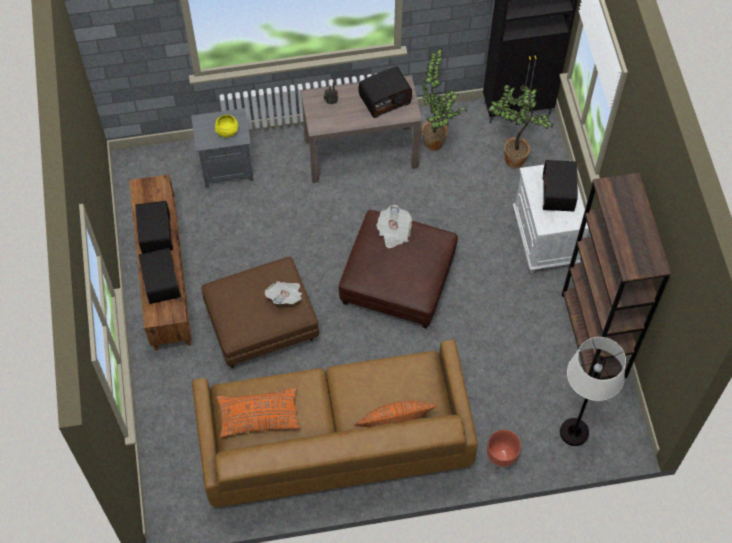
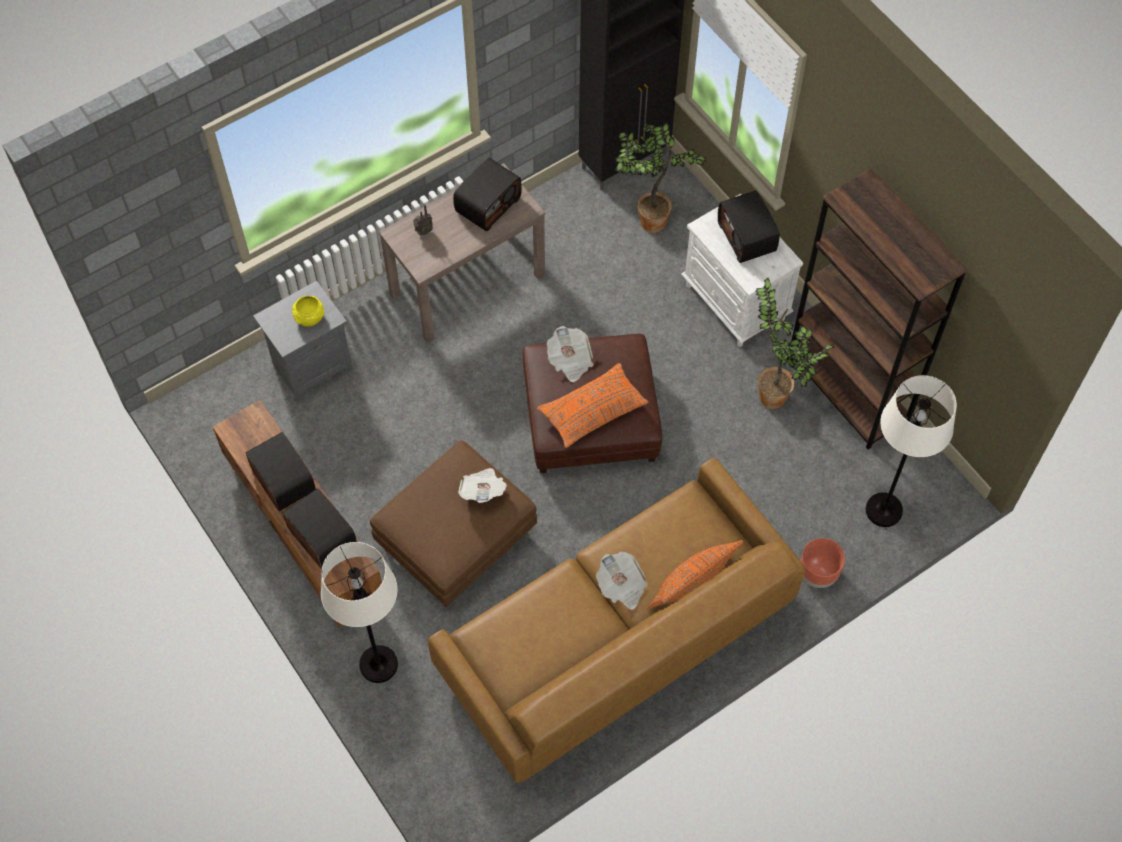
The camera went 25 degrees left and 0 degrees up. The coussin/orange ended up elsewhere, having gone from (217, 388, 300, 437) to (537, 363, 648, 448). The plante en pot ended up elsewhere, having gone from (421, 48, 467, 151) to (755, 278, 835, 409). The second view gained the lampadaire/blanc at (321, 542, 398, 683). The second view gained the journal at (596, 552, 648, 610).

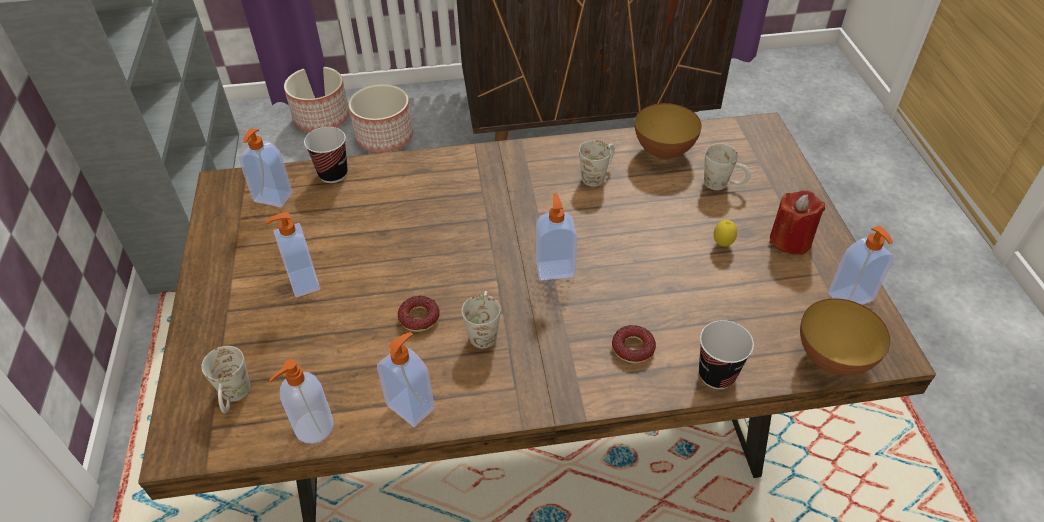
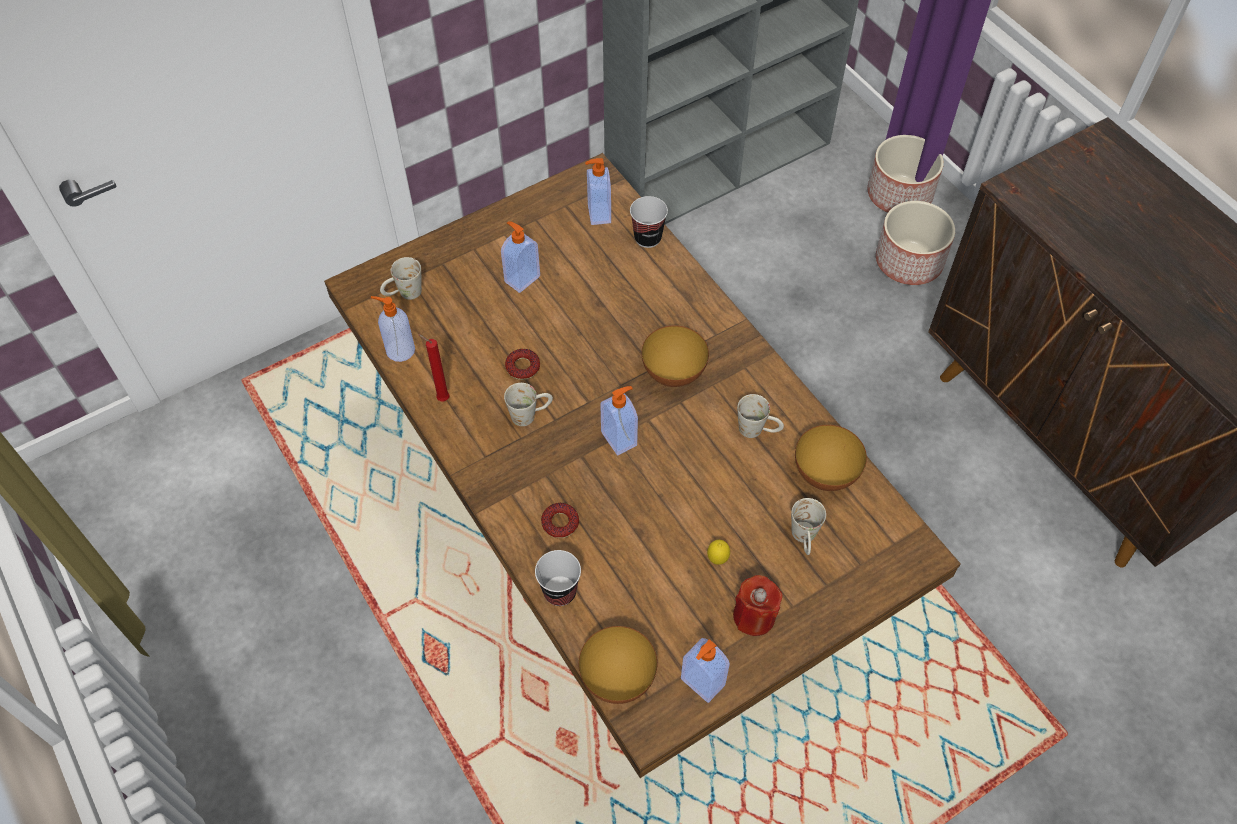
The camera went 65 degrees right and 10 degrees up. Where the distributeur de savon stood at (377, 332, 435, 427), the bougie/rouge came to stand at (418, 334, 449, 401). The second view gained the bol at (642, 325, 709, 387).

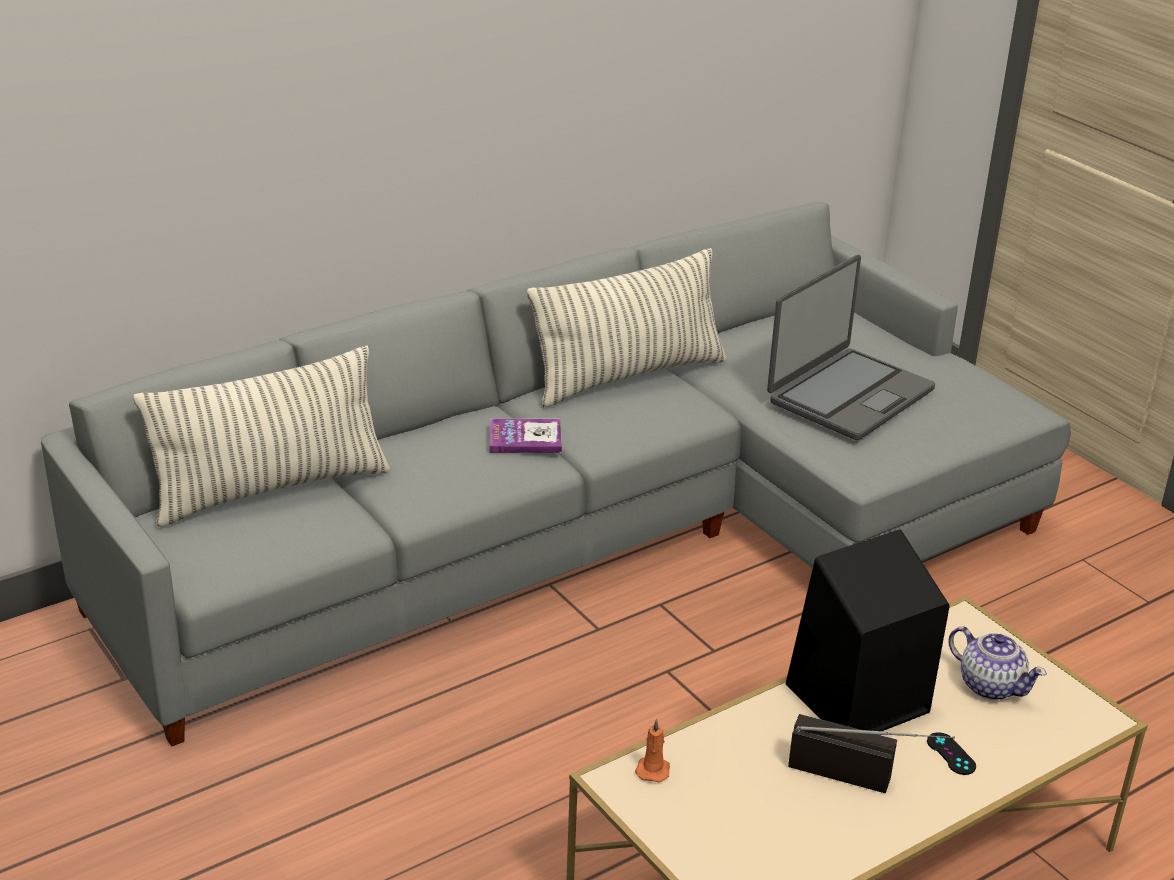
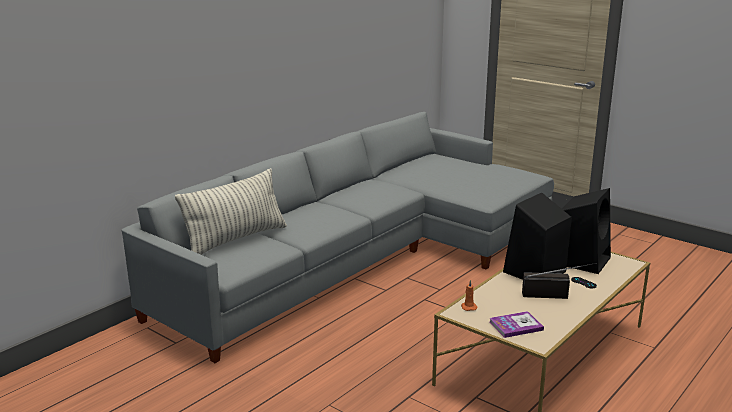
The camera went 15 degrees left and 10 degrees down. The livre ended up elsewhere, having gone from (489, 419, 562, 453) to (490, 311, 544, 338). The second view lost the coussin at (527, 248, 727, 407). The second view lost the ordinateur portable at (767, 255, 935, 440). Where the théière stood at (948, 626, 1047, 700), the enceinte/noir came to stand at (562, 188, 611, 274).

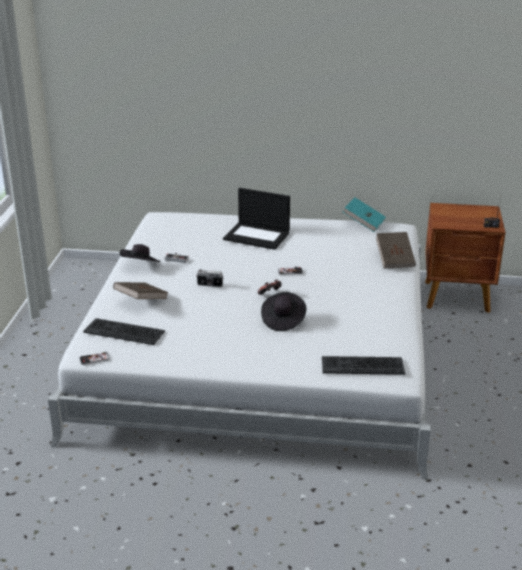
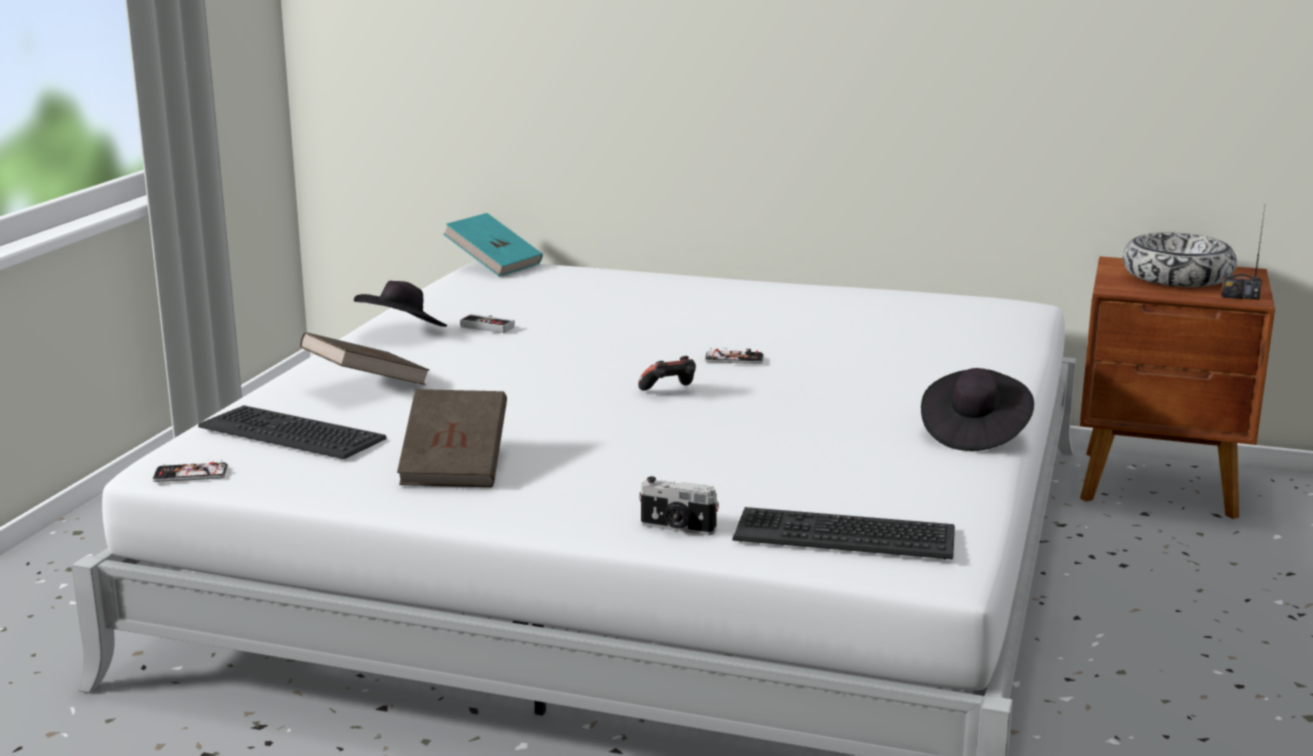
The camera went 10 degrees right and 10 degrees down. The appareil photo ended up elsewhere, having gone from (196, 269, 223, 287) to (639, 476, 719, 535). The second view lost the ordinateur portable at (223, 188, 290, 250). The chapeau/noir ended up elsewhere, having gone from (261, 292, 306, 331) to (921, 368, 1034, 451). The livre/turquoise ended up elsewhere, having gone from (343, 198, 386, 232) to (443, 213, 543, 277). The livre/marron ended up elsewhere, having gone from (376, 232, 416, 268) to (397, 389, 507, 487). The second view gained the bol at (1123, 233, 1237, 287).

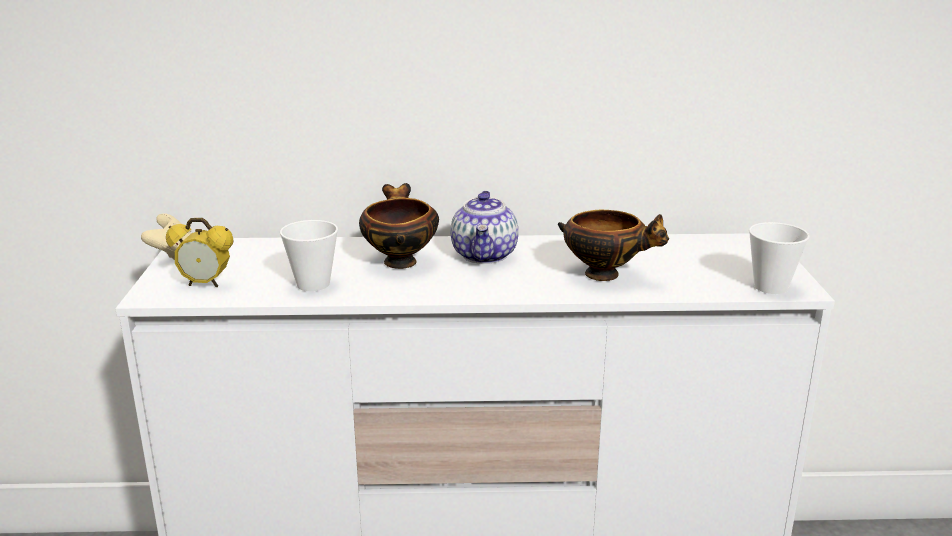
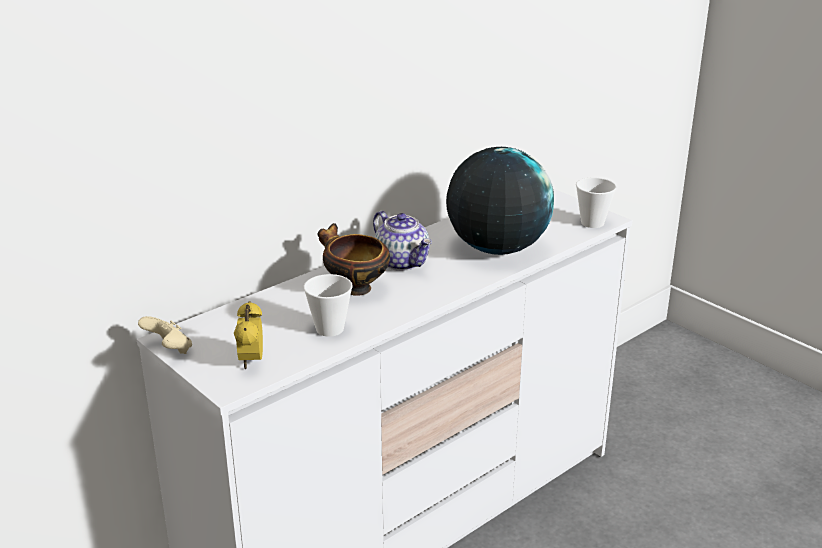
The camera went 40 degrees left and 5 degrees up. The réveil at (166, 218, 233, 287) ended up facing another way, 120 degrees clockwise from before. Where the bol stood at (558, 210, 669, 281), the globe came to stand at (446, 147, 554, 255).

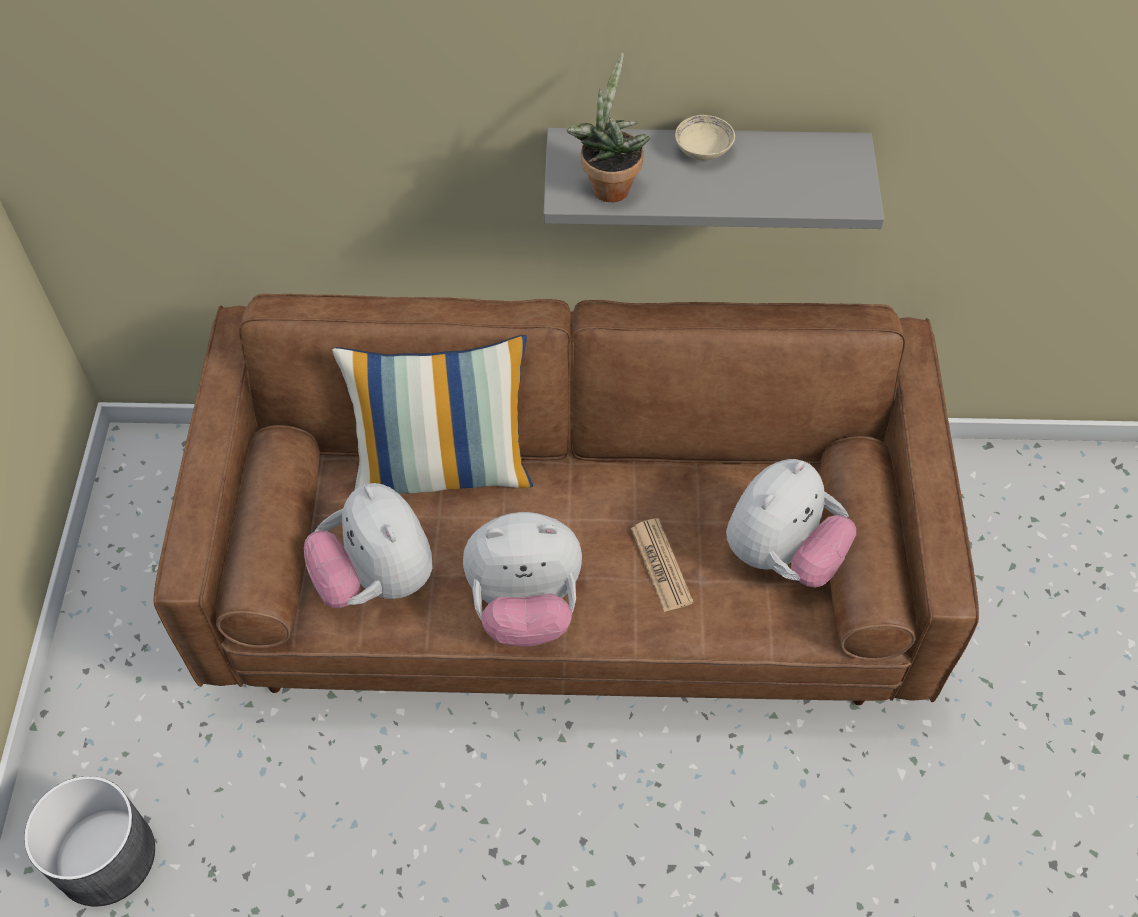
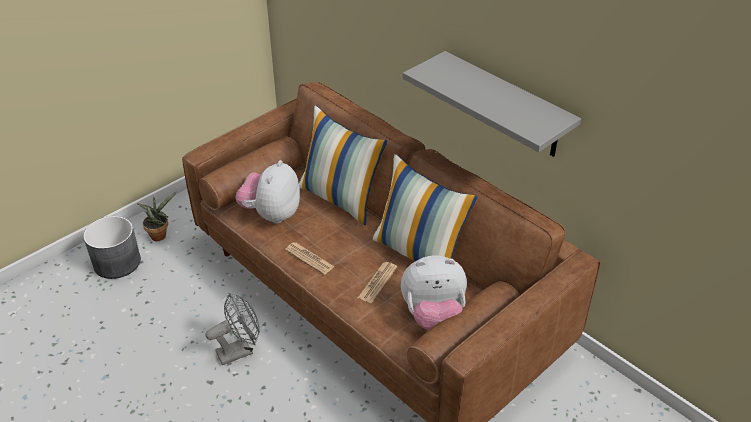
The camera went 45 degrees right and 15 degrees down. Where the peluche stood at (463, 512, 582, 647), the journal came to stand at (285, 242, 335, 275). The plante en pot ended up elsewhere, having gone from (567, 53, 650, 202) to (137, 191, 177, 241). The second view lost the bol/beige at (675, 115, 735, 161). The second view gained the ventilateur/gris at (206, 293, 260, 365). The second view gained the coussin at (373, 154, 478, 261).

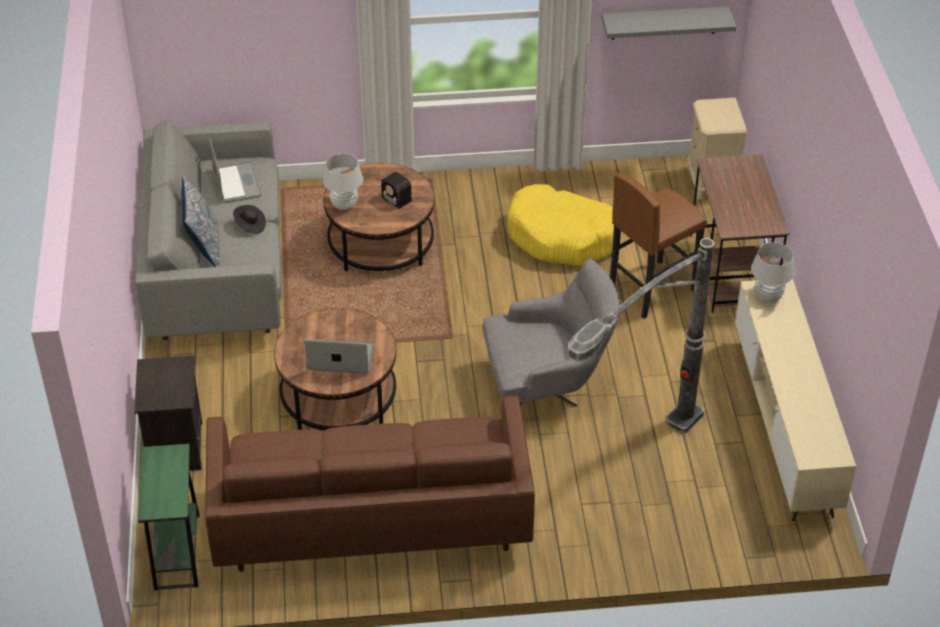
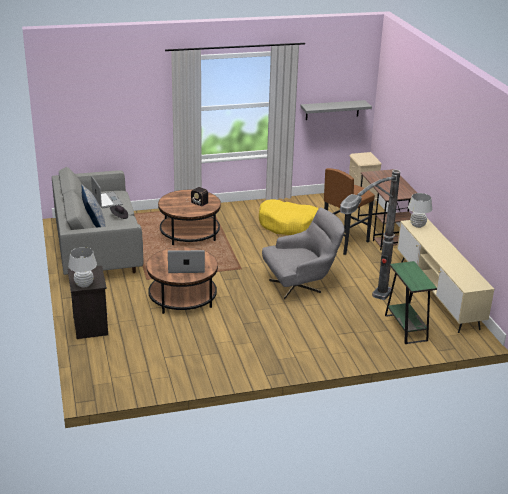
The camera went 10 degrees left and 15 degrees down. The table d'appoint/vert ended up elsewhere, having gone from (138, 444, 200, 590) to (385, 261, 437, 344). The second view lost the canapé/marron at (205, 396, 535, 572). The lampe de table/blanc ended up elsewhere, having gone from (322, 154, 363, 210) to (68, 247, 97, 287).

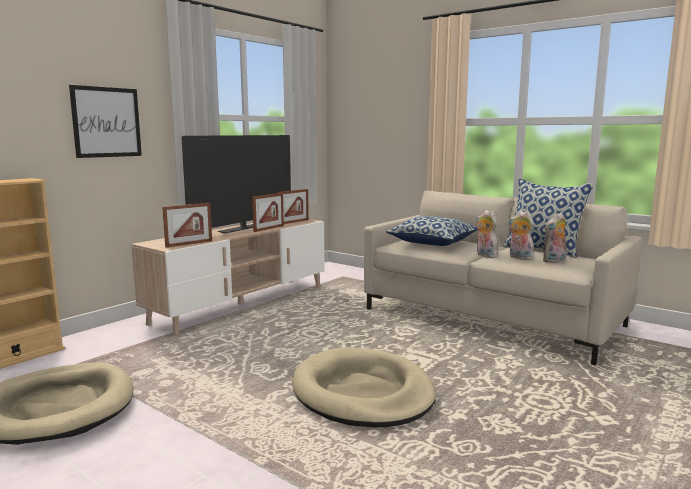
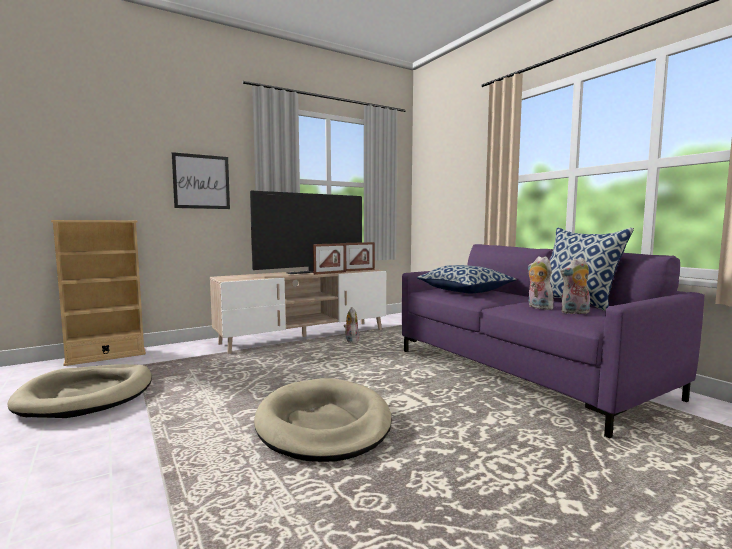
The camera went 20 degrees right and 5 degrees down. The second view lost the cadre photo at (162, 203, 212, 248). What was the canapé/beige at (364, 191, 642, 366) turned into the canapé/violet at (402, 244, 705, 438). The peluche ended up elsewhere, having gone from (477, 210, 498, 258) to (344, 307, 359, 343).

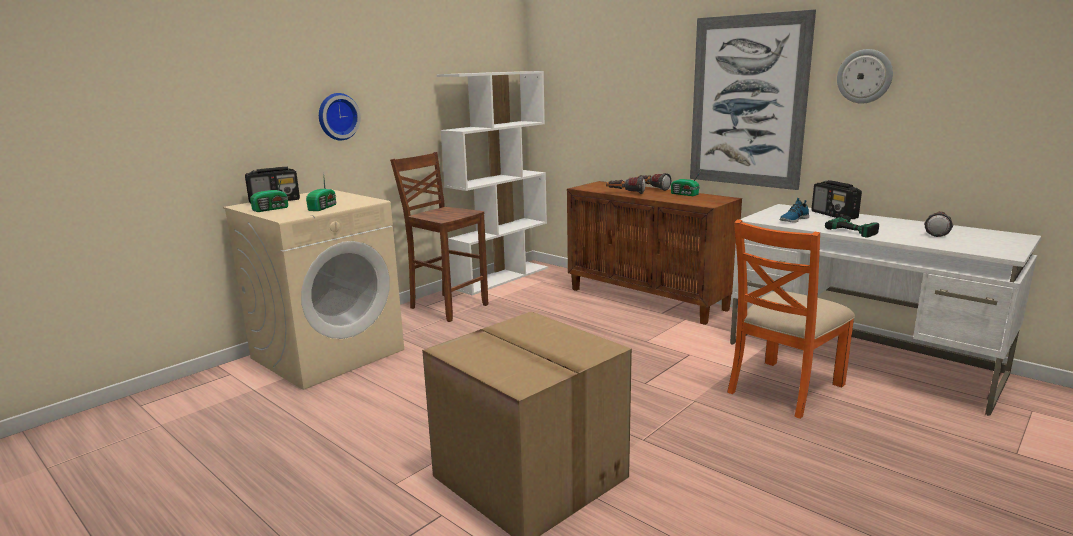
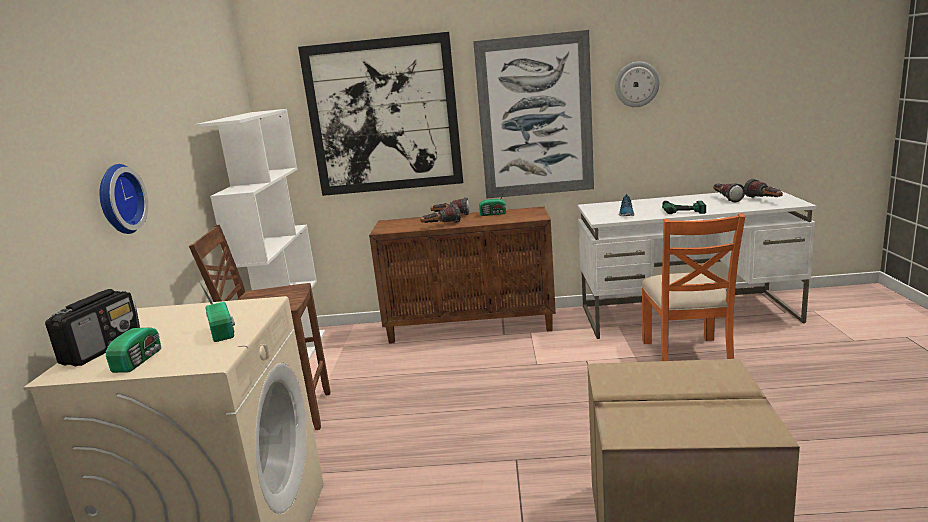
The camera went 40 degrees left and 0 degrees up. The second view lost the radio at (811, 180, 862, 219). The second view gained the tableau at (298, 32, 463, 196). The second view gained the lampe de poche at (744, 179, 783, 198).

